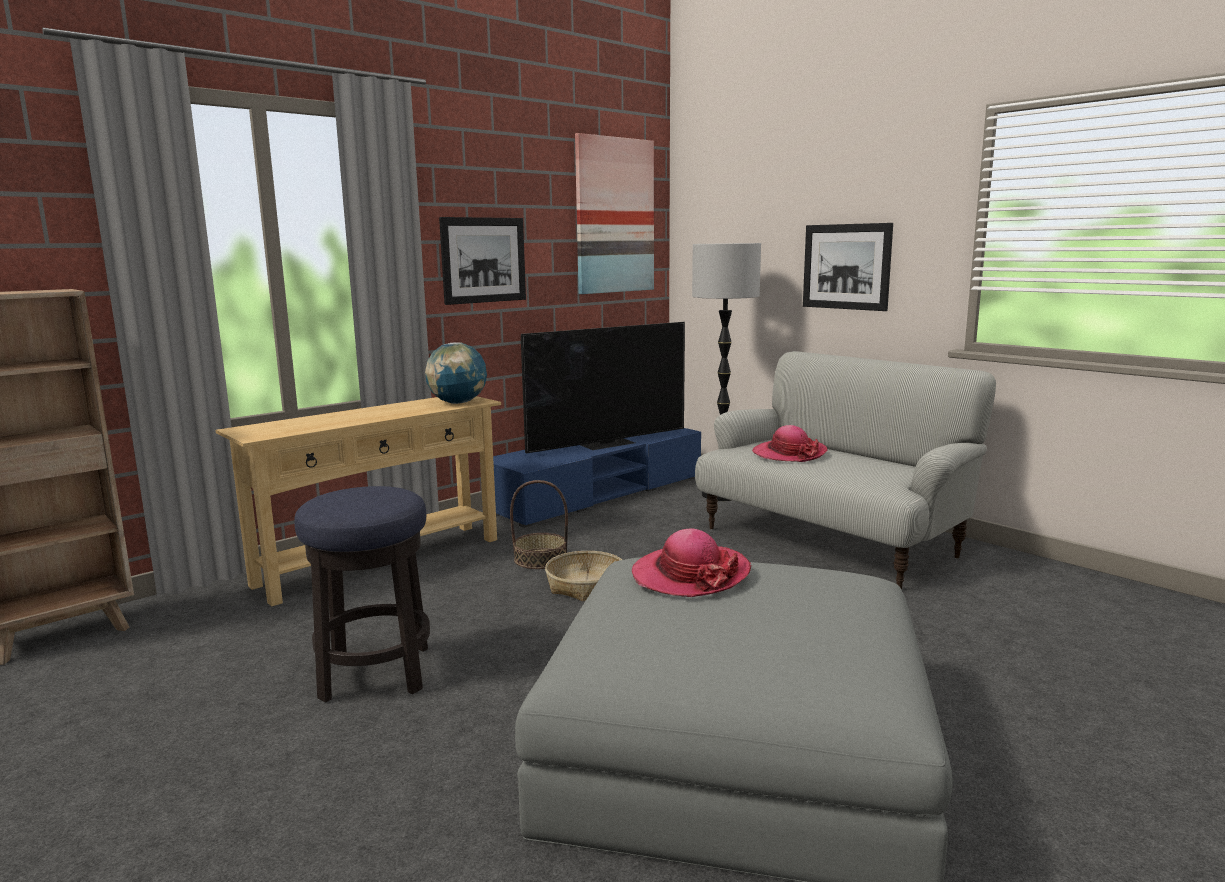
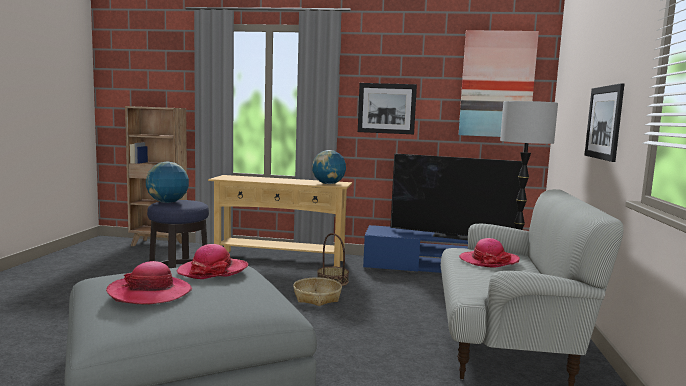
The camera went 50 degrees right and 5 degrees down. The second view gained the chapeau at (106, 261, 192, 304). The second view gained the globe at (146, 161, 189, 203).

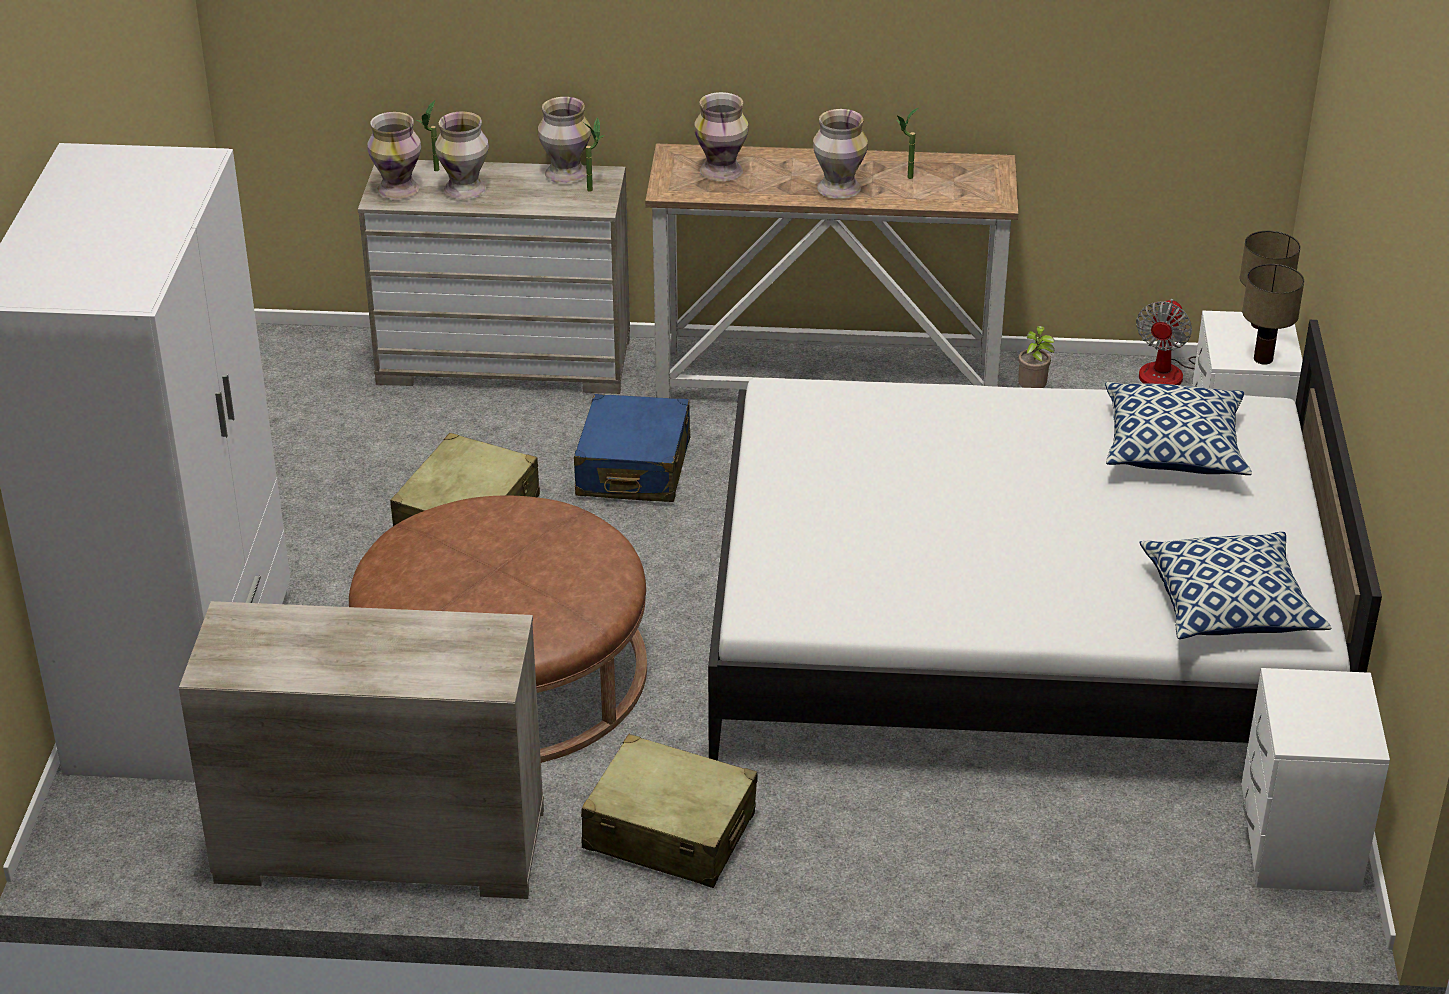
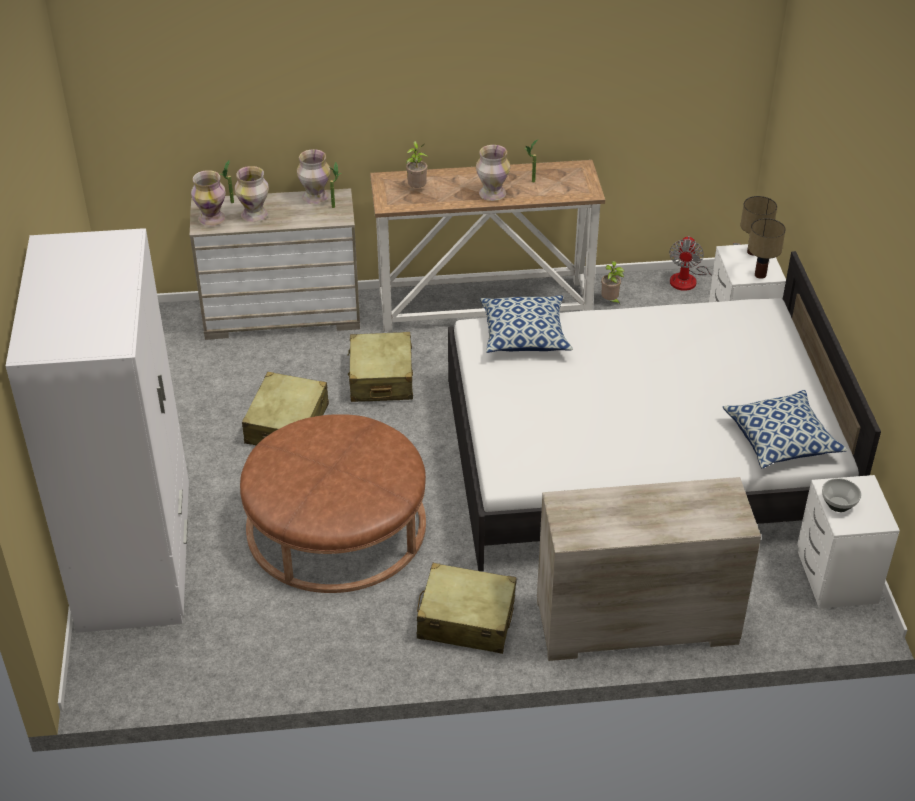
The camera went 10 degrees left and 5 degrees up. The commode/beige ended up elsewhere, having gone from (179, 601, 544, 899) to (537, 477, 761, 661). What was the valise/bleu at (574, 394, 690, 502) turned into the valise/beige at (347, 332, 413, 402). Where the vase stood at (694, 92, 749, 181), the plante en pot came to stand at (406, 141, 427, 188). The coussin ended up elsewhere, having gone from (1105, 382, 1252, 475) to (480, 295, 573, 353). The second view gained the bol at (822, 478, 861, 512).

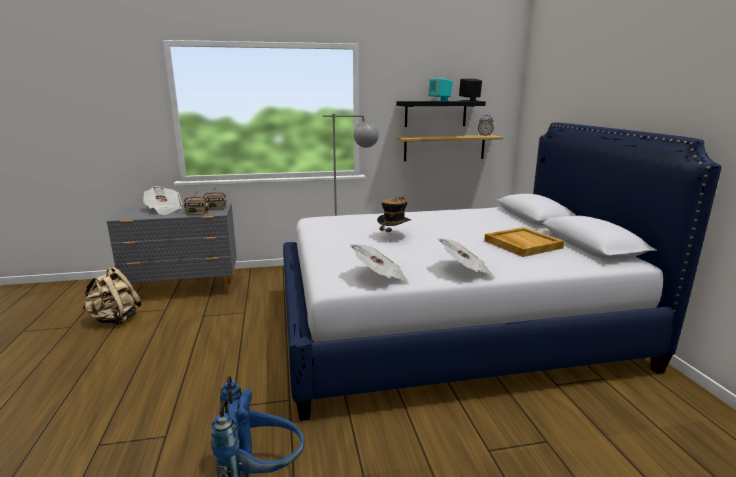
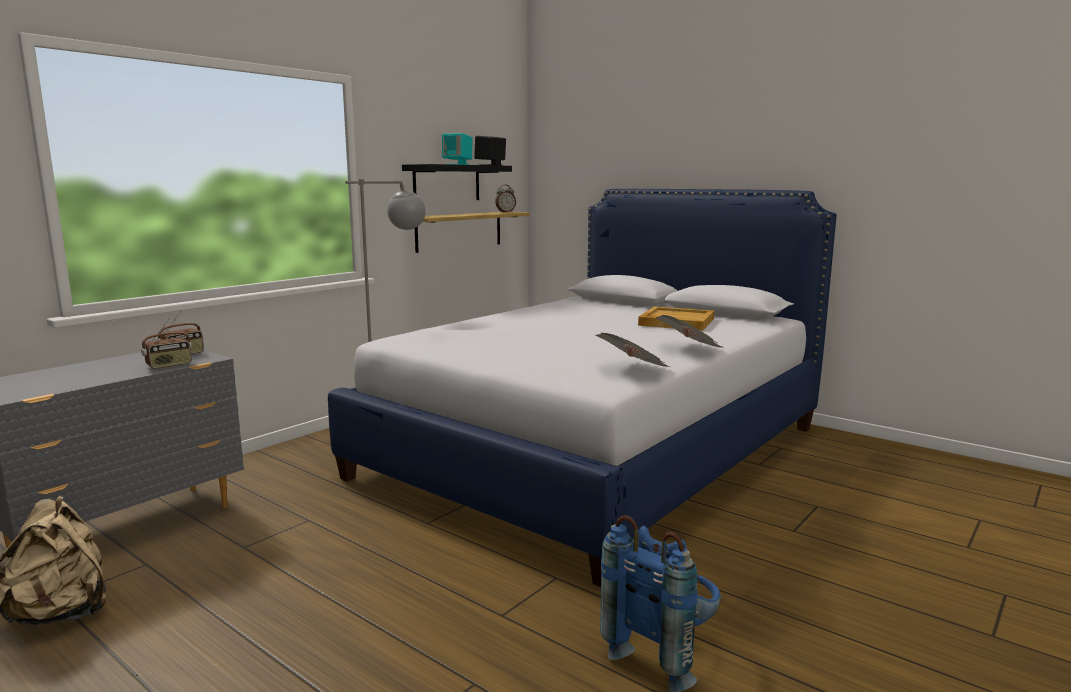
The camera went 40 degrees left and 5 degrees down. The second view lost the journal at (143, 186, 182, 215). The second view lost the chapeau at (377, 196, 411, 242).

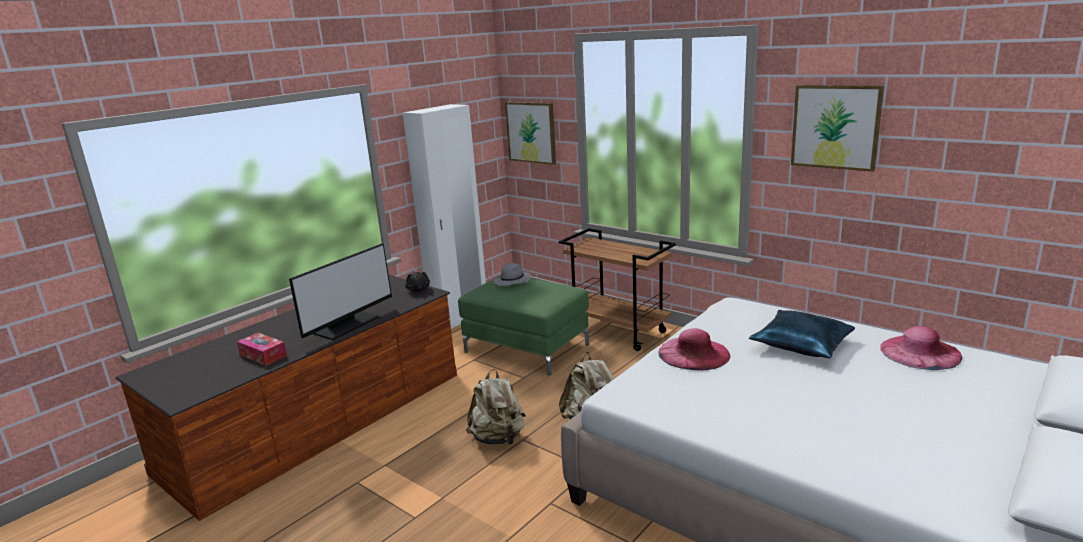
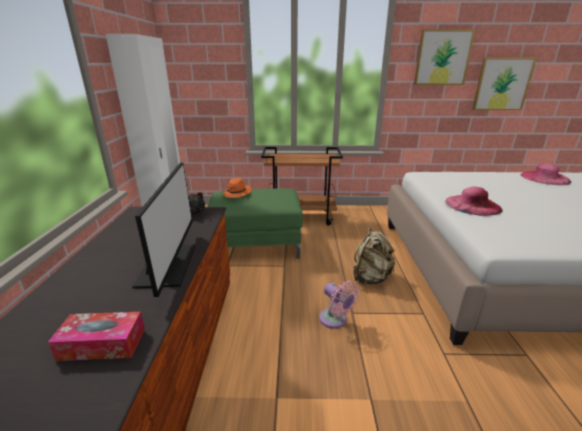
The camera went 40 degrees left and 5 degrees up. Where the sac à dos/beige stood at (466, 369, 526, 445), the ventilateur/rose came to stand at (319, 281, 359, 329). What was the chapeau/gris at (494, 263, 531, 286) turned into the chapeau/orange at (222, 178, 252, 198). The tableau ended up elsewhere, having gone from (505, 102, 556, 165) to (472, 57, 537, 110). The second view lost the coussin/bleu at (749, 310, 855, 359).

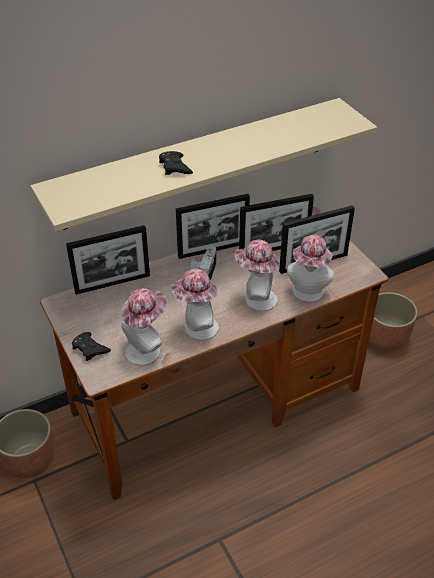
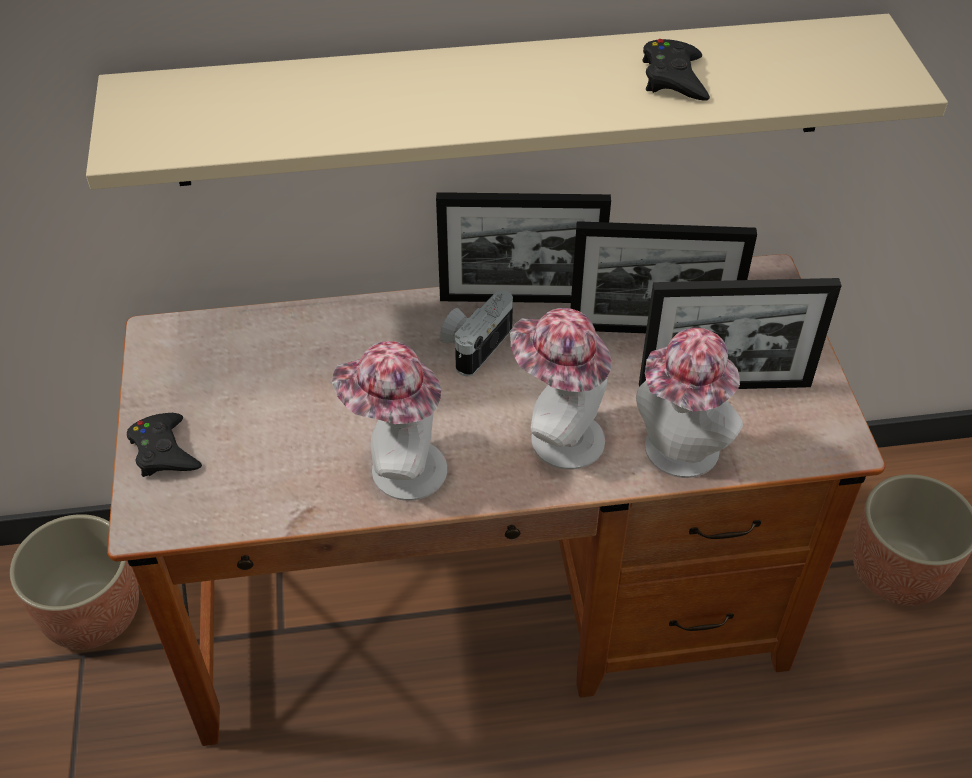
The camera went 20 degrees right and 5 degrees up. The second view lost the cadre photo at (66, 225, 150, 295). The second view lost the chapeau at (121, 288, 166, 366). The manette/noir ended up elsewhere, having gone from (159, 151, 193, 175) to (642, 39, 710, 101).

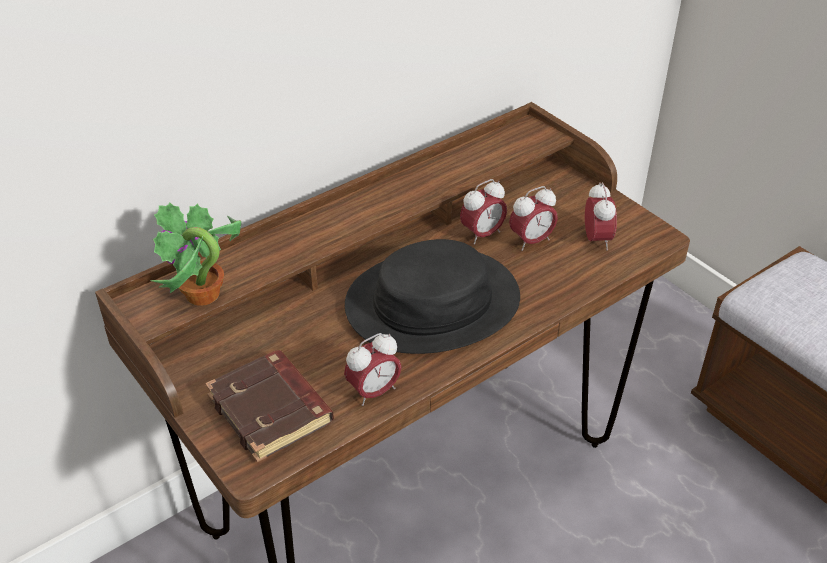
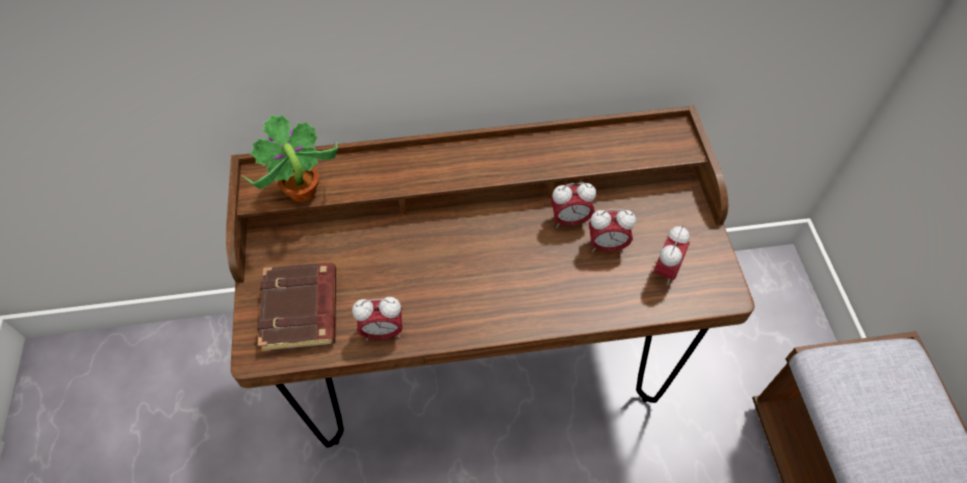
The camera went 30 degrees right and 15 degrees up. The second view lost the chapeau/noir at (345, 239, 520, 354).

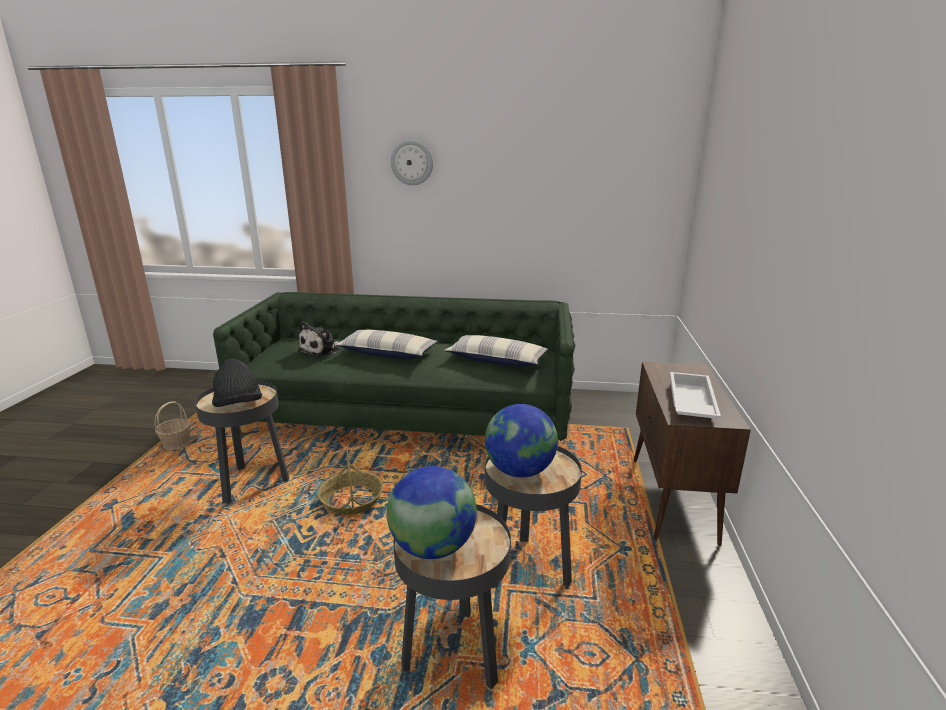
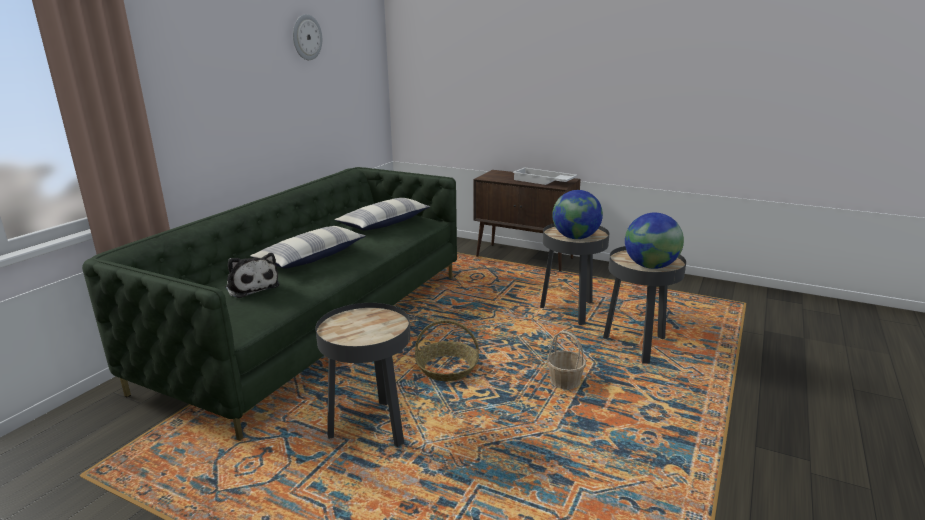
The camera went 70 degrees left and 0 degrees up. The panier ended up elsewhere, having gone from (155, 402, 191, 450) to (547, 331, 586, 389). The second view lost the chapeau/noir at (212, 358, 262, 407). The horloge murale ended up elsewhere, having gone from (391, 140, 433, 185) to (293, 14, 322, 60).

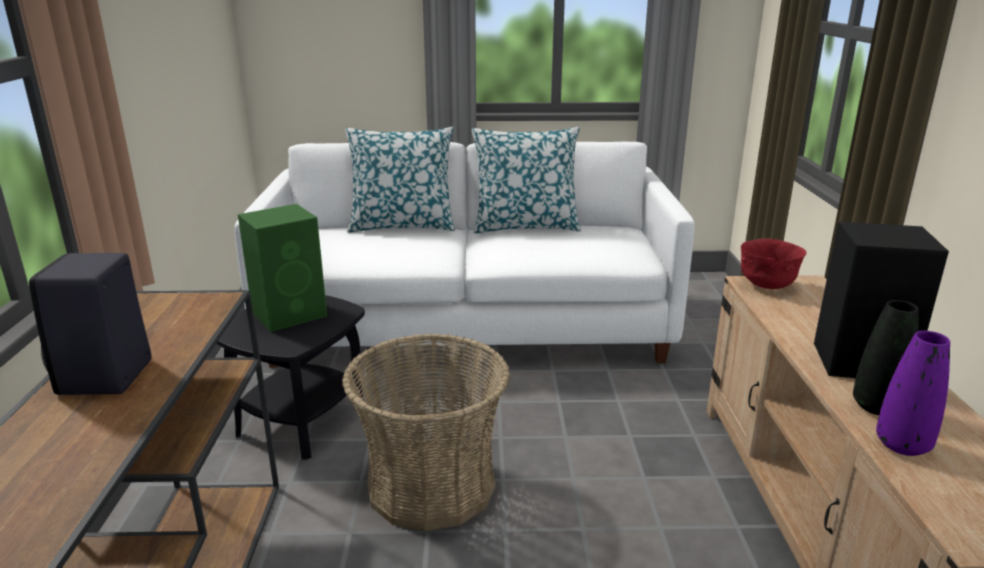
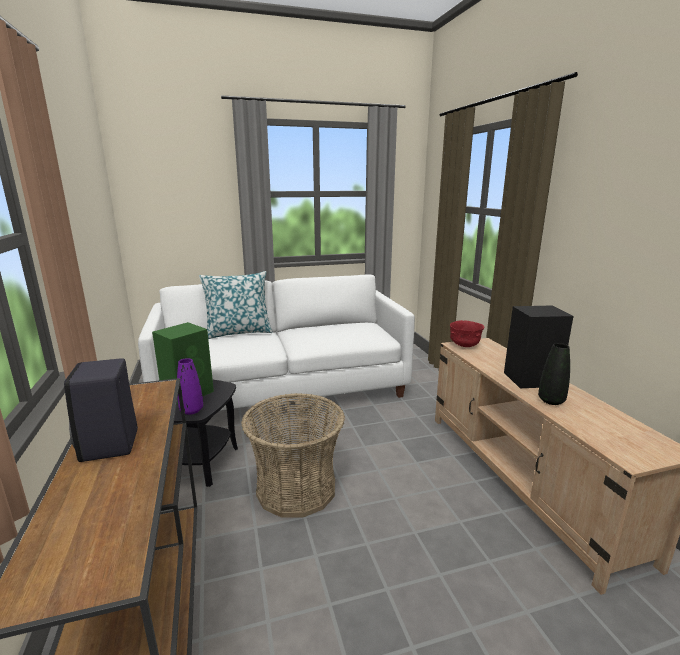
The camera went 15 degrees left and 5 degrees down. The second view lost the coussin at (472, 127, 581, 234). The vase/violet ended up elsewhere, having gone from (876, 331, 950, 456) to (177, 358, 203, 415).

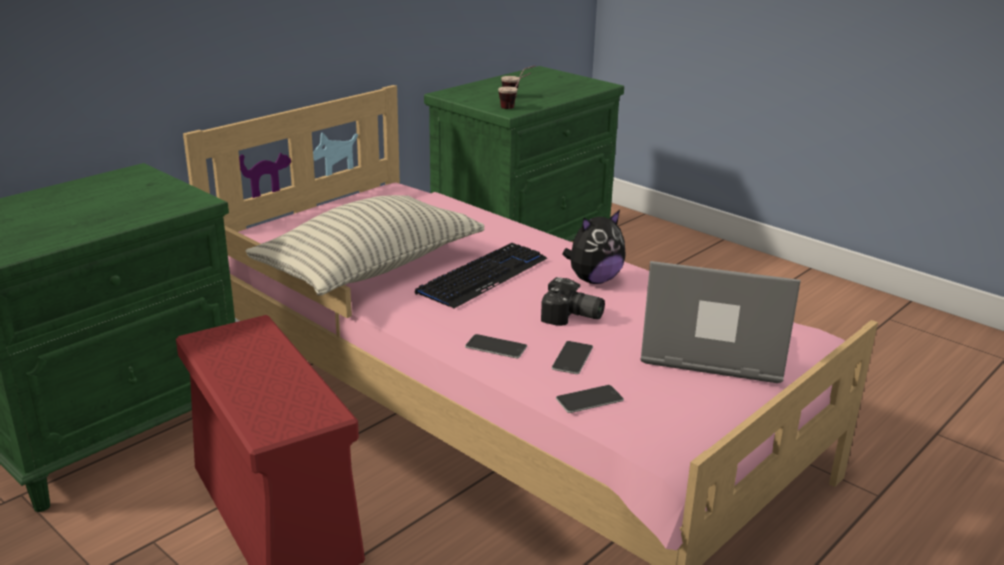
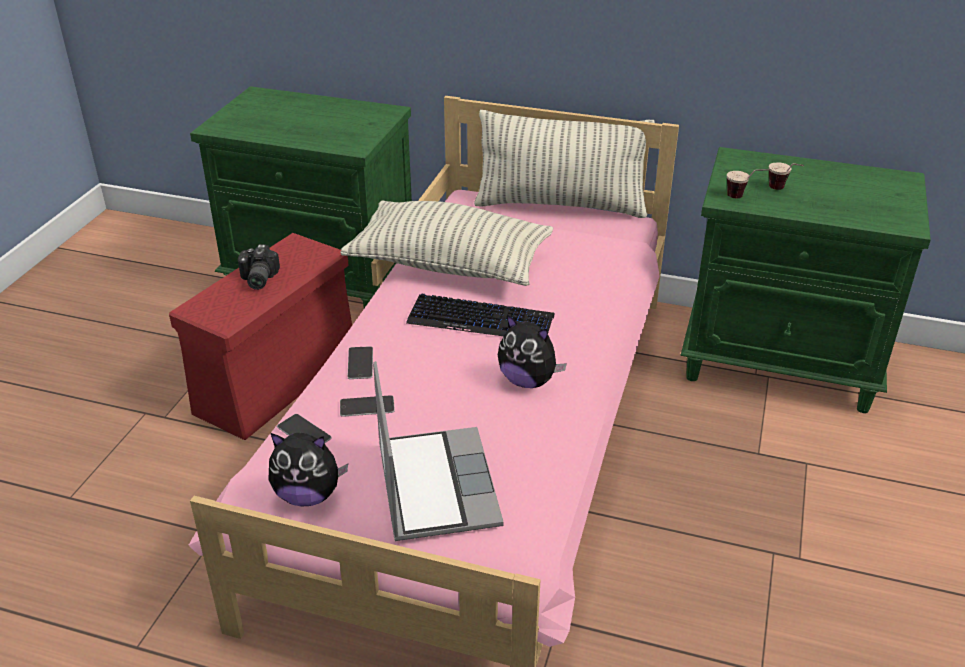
The camera went 65 degrees right and 10 degrees up. The appareil photo ended up elsewhere, having gone from (541, 277, 605, 326) to (238, 244, 280, 290). The second view gained the peluche at (268, 433, 348, 507). The second view gained the coussin at (474, 110, 655, 218).

